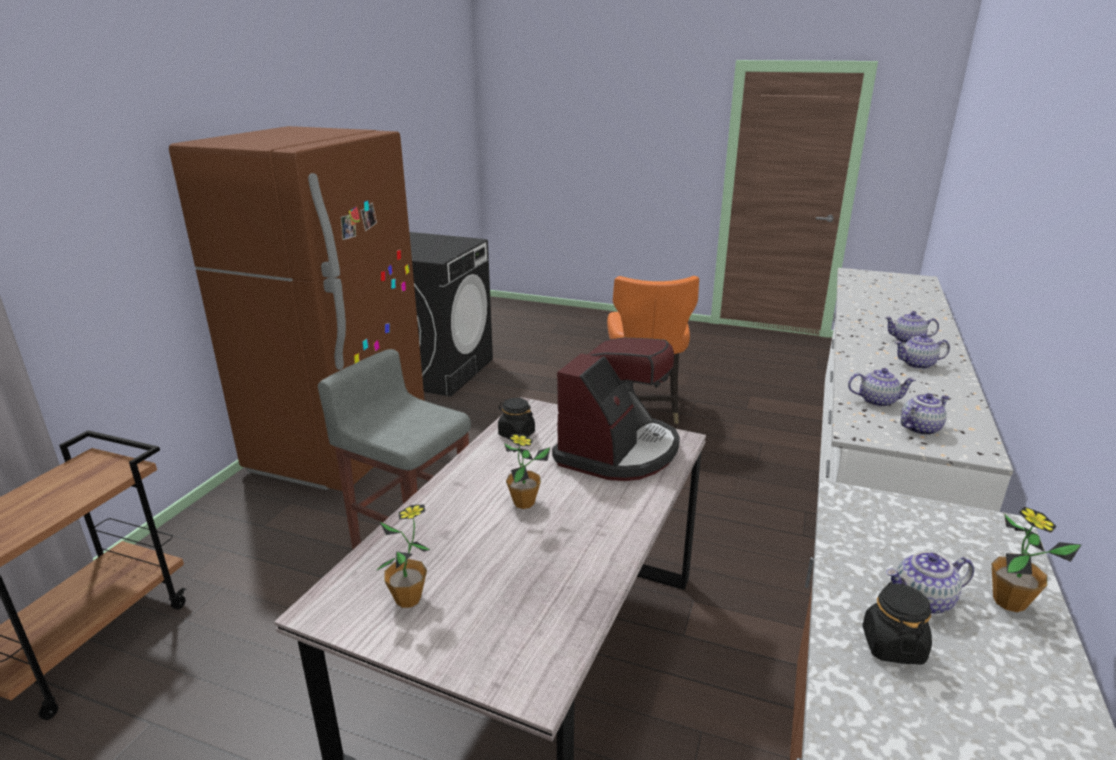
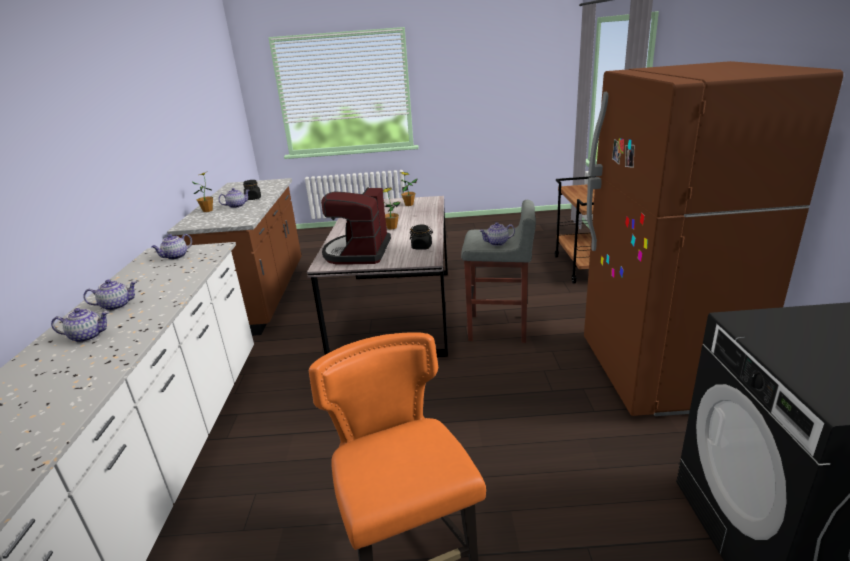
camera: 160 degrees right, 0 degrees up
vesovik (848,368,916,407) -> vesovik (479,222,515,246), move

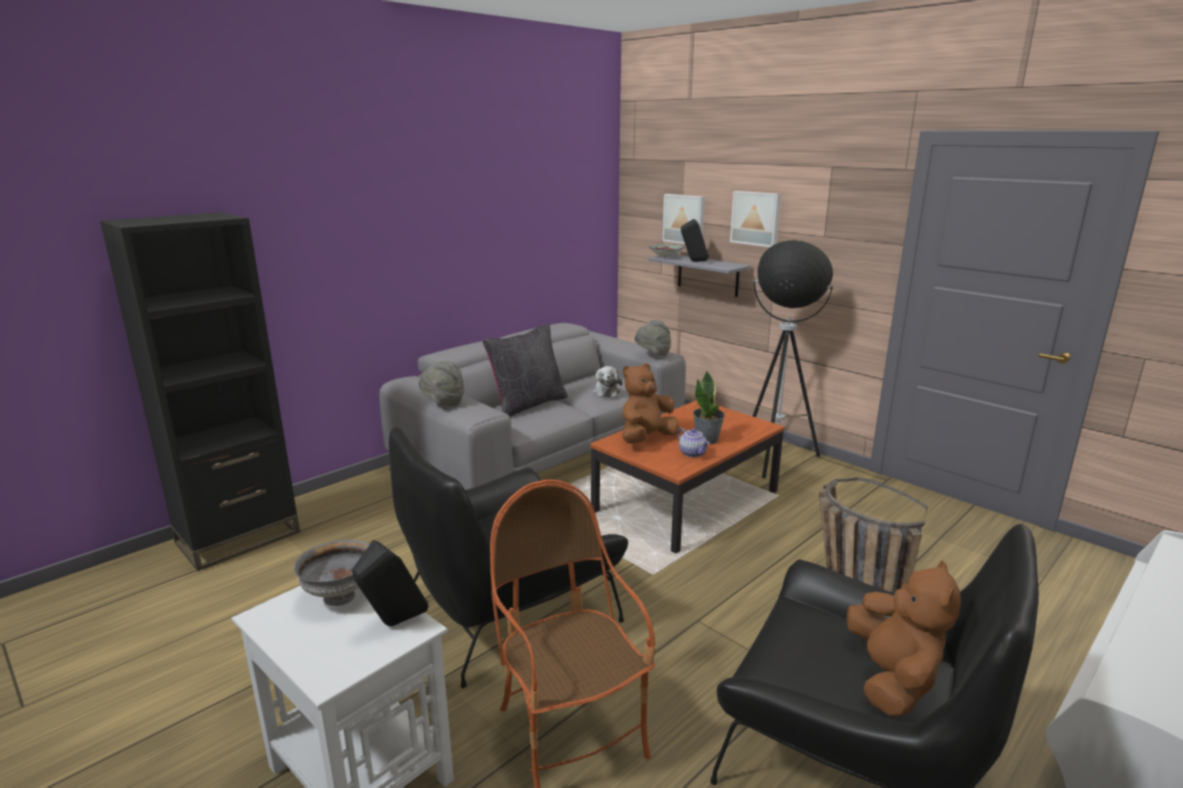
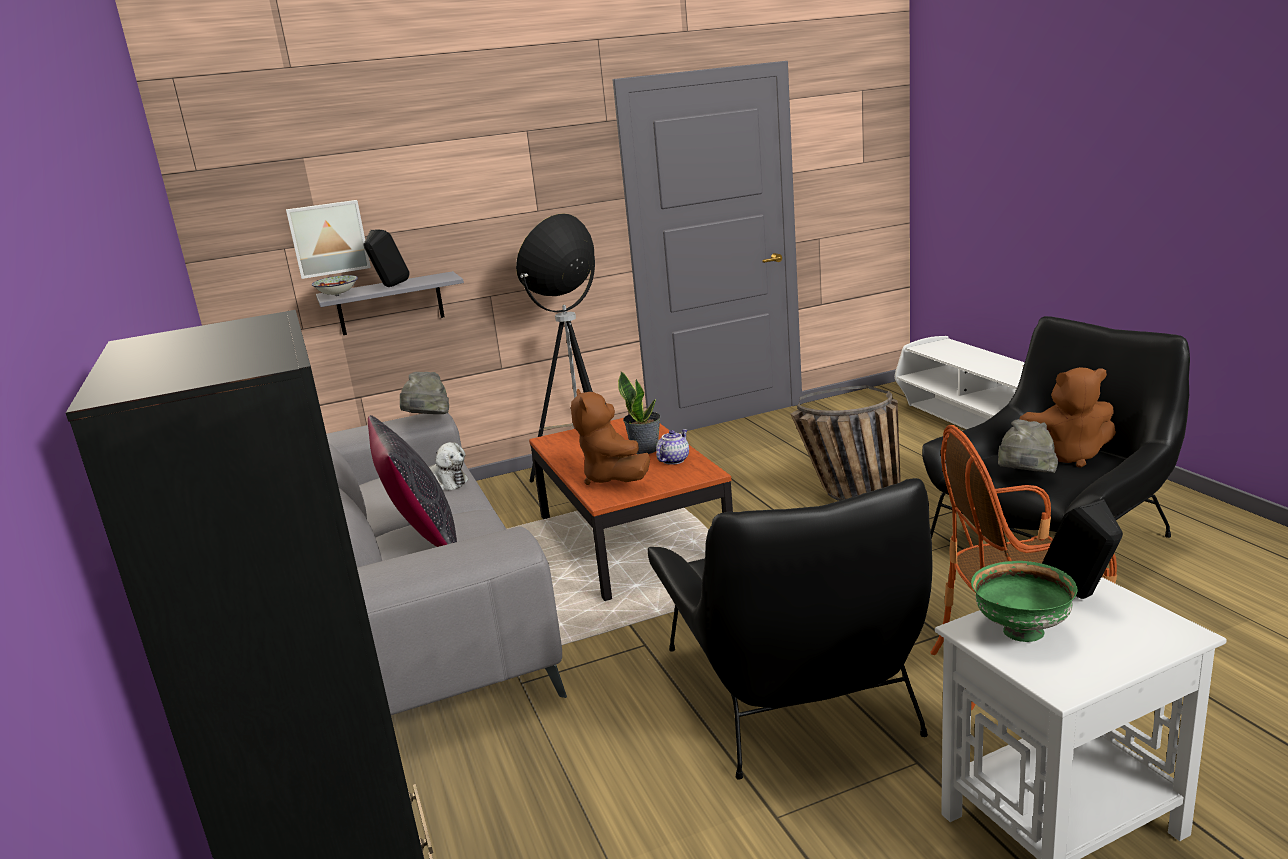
camera: 65 degrees left, 0 degrees up
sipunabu (730,191,781,247) -> none
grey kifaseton (419,361,464,406) -> grey kifaseton (998,419,1058,473), move
vesovik (678,428,710,457) -> vesovik (656,429,689,465), 45 degrees counterclockwise
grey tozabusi (294,540,369,606) -> green tozabusi (971,561,1078,642)
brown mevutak (847,560,961,717) -> brown mevutak (1020,367,1116,468), 150 degrees clockwise

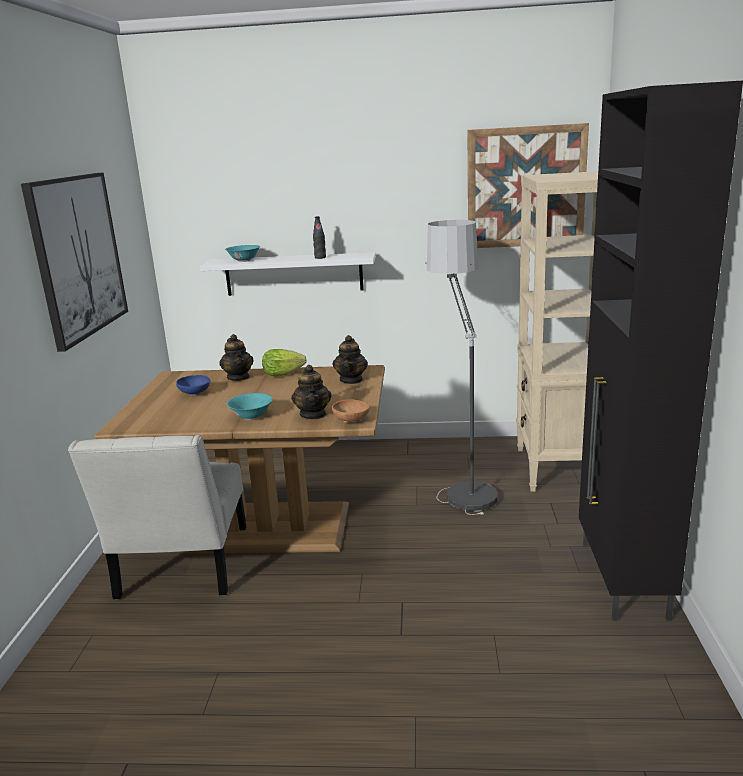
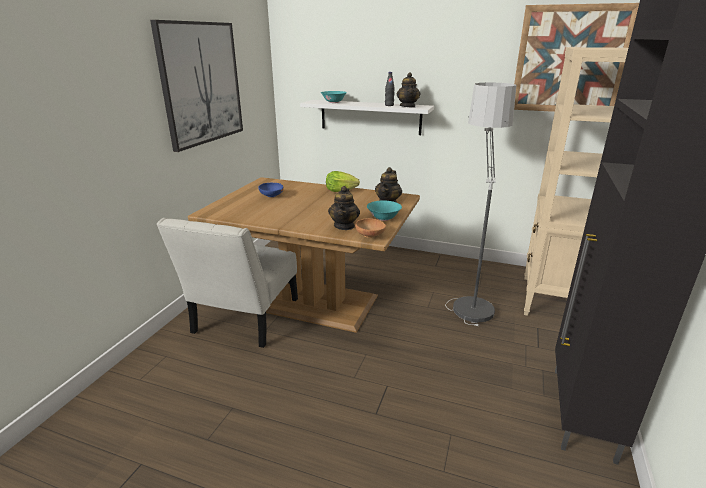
camera: 15 degrees right, 5 degrees up
vesovik (219,334,254,381) -> vesovik (396,72,420,107), move
turquoise tozabusi (227,393,273,420) -> turquoise tozabusi (367,200,402,221), move

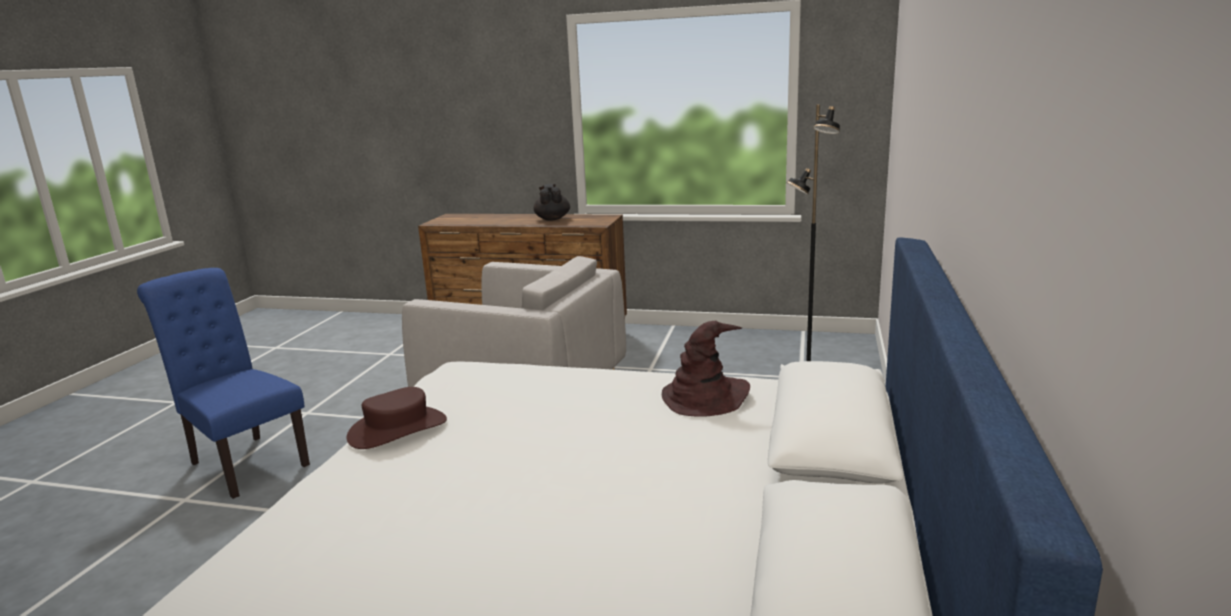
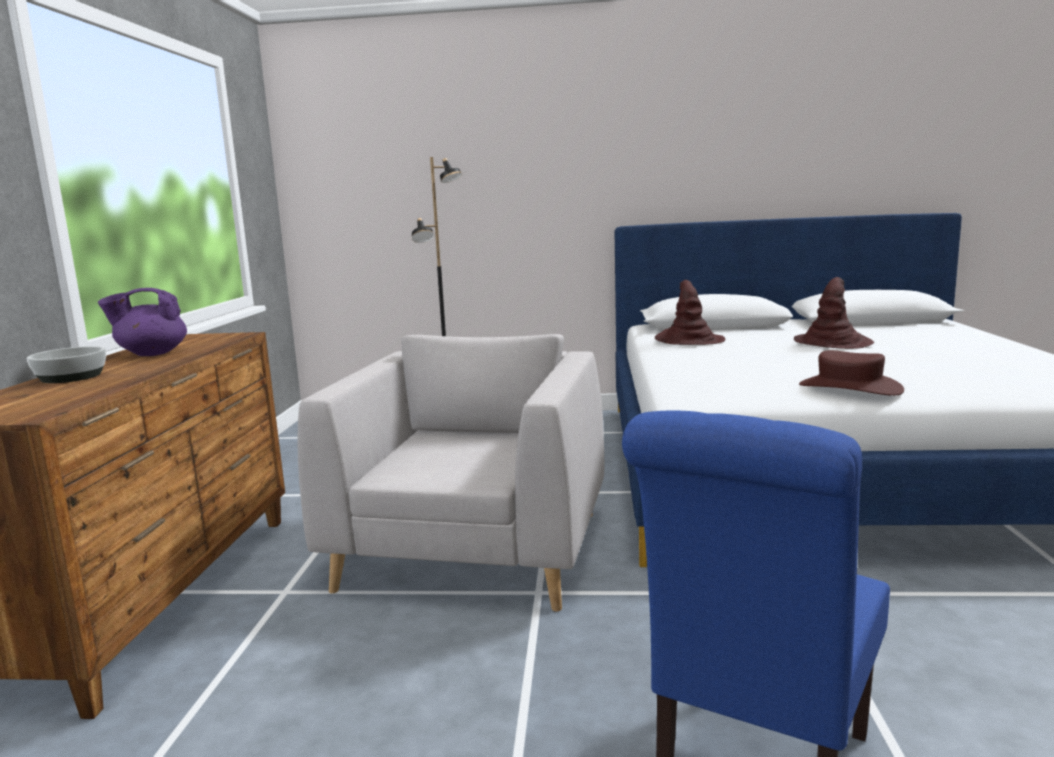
camera: 100 degrees left, 5 degrees down
black vesovik (533,184,570,221) -> purple vesovik (98,288,187,356)
none -> brown kifaseton (794,277,874,349)
none -> tozabusi (27,346,106,383)

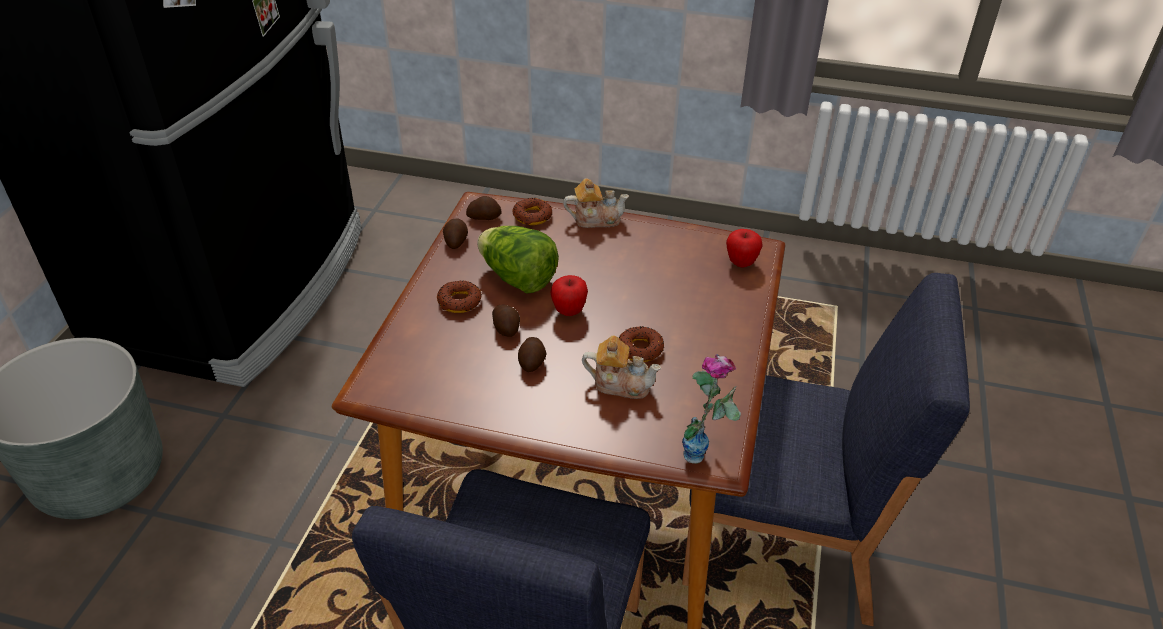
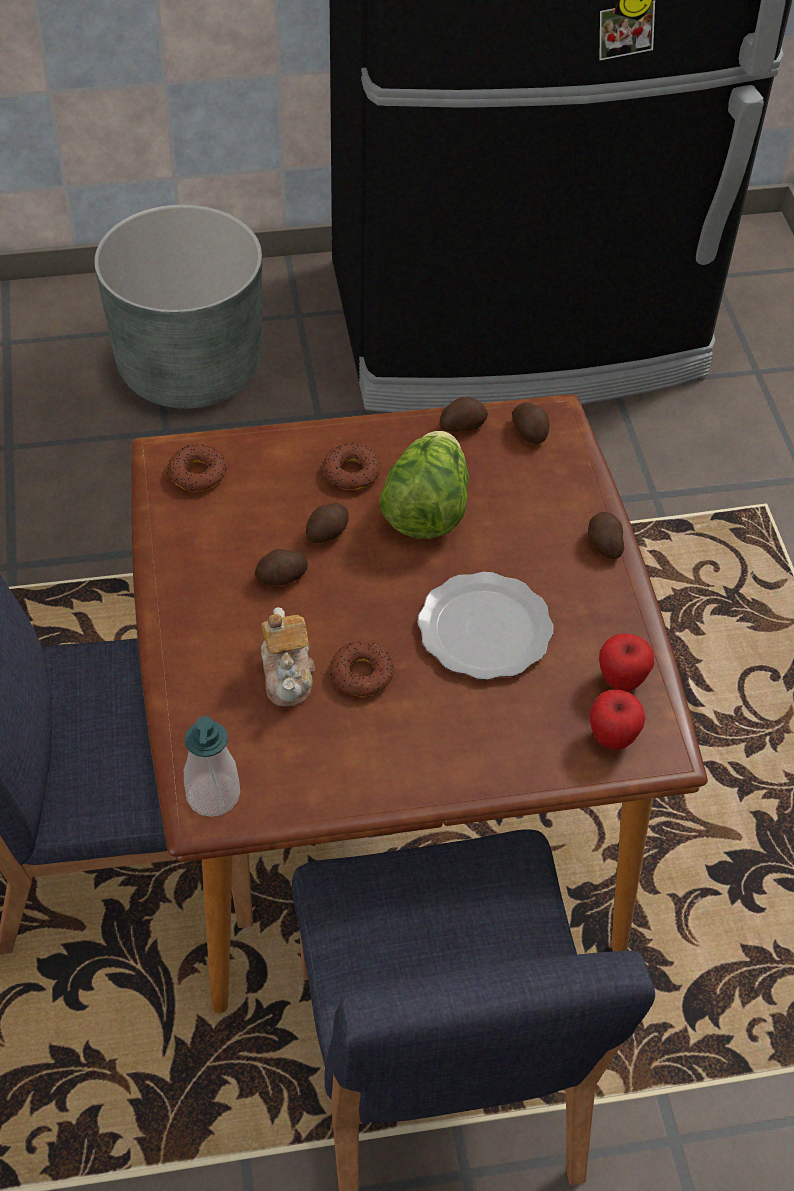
camera: 65 degrees right, 10 degrees up
vesovik (563,178,629,228) -> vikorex (588,512,624,559)
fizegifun (513,198,552,225) -> fizegifun (167,444,226,491), move
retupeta (550,275,588,316) -> retupeta (599,634,654,692), move
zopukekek (682,354,741,464) -> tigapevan (184,716,240,817)
none -> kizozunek (417,572,553,680)

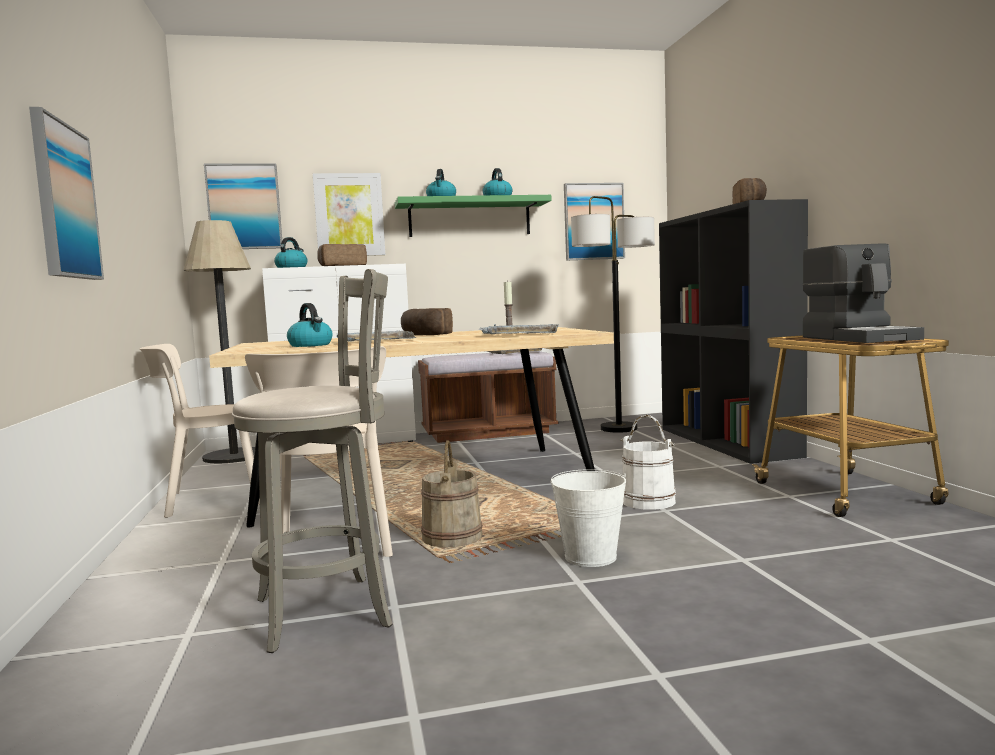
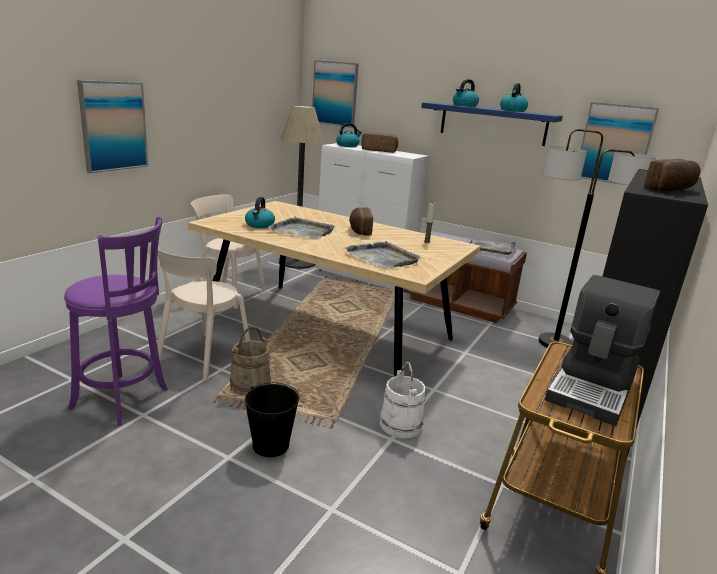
camera: 40 degrees right, 15 degrees up
sipunabu (313,173,385,256) -> none
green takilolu (395,195,552,237) -> blue takilolu (421,102,563,146)
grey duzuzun (232,269,393,653) -> purple duzuzun (64,216,168,426)
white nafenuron (550,469,626,567) -> black nafenuron (245,383,300,457)

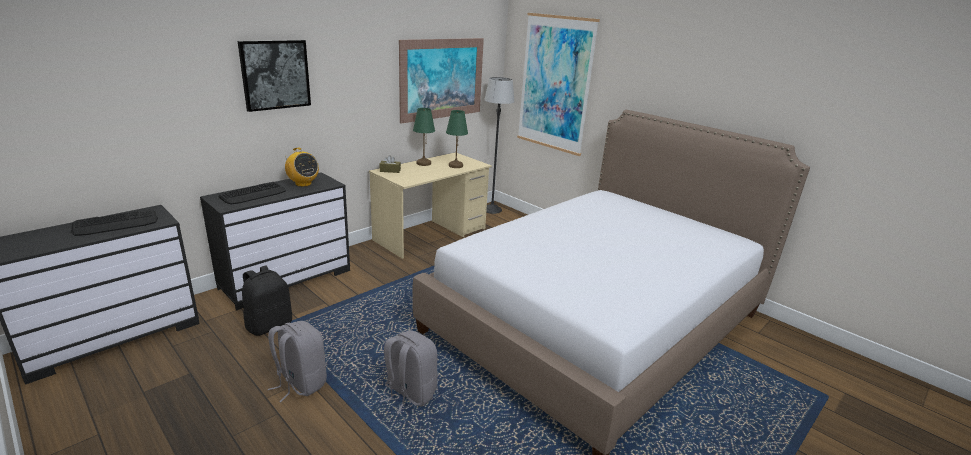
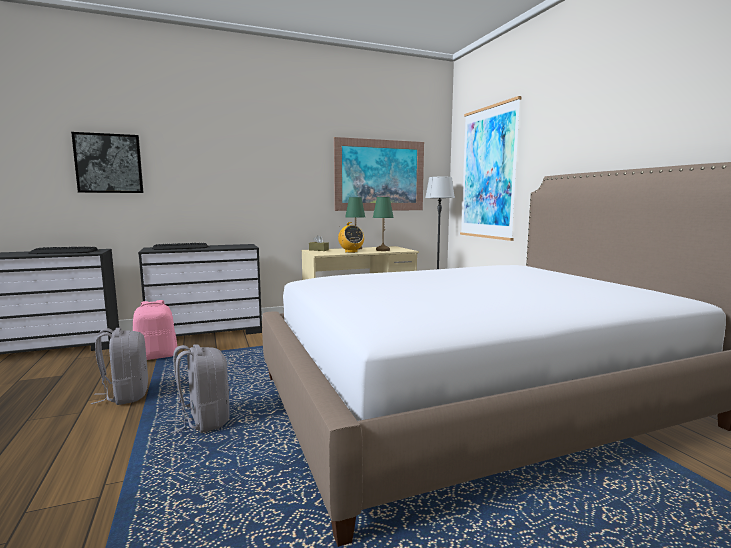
camera: 25 degrees right, 15 degrees down
sipunabu (238,40,311,112) -> sipunabu (71,132,144,193), move
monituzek (285,147,319,187) -> monituzek (338,222,364,253), move
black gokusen (242,265,292,336) -> pink gokusen (133,300,177,360)

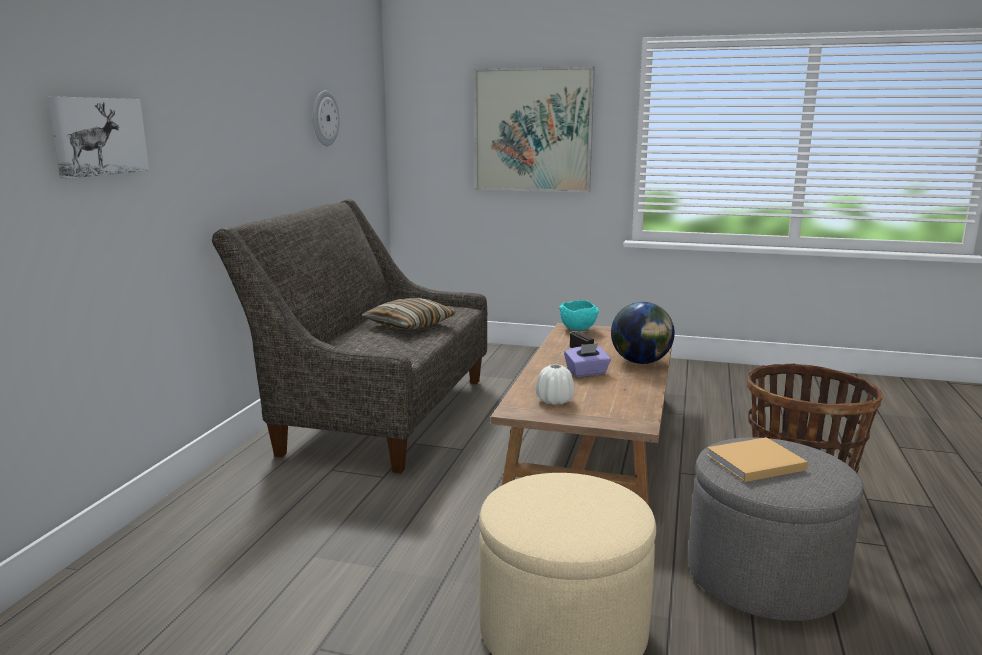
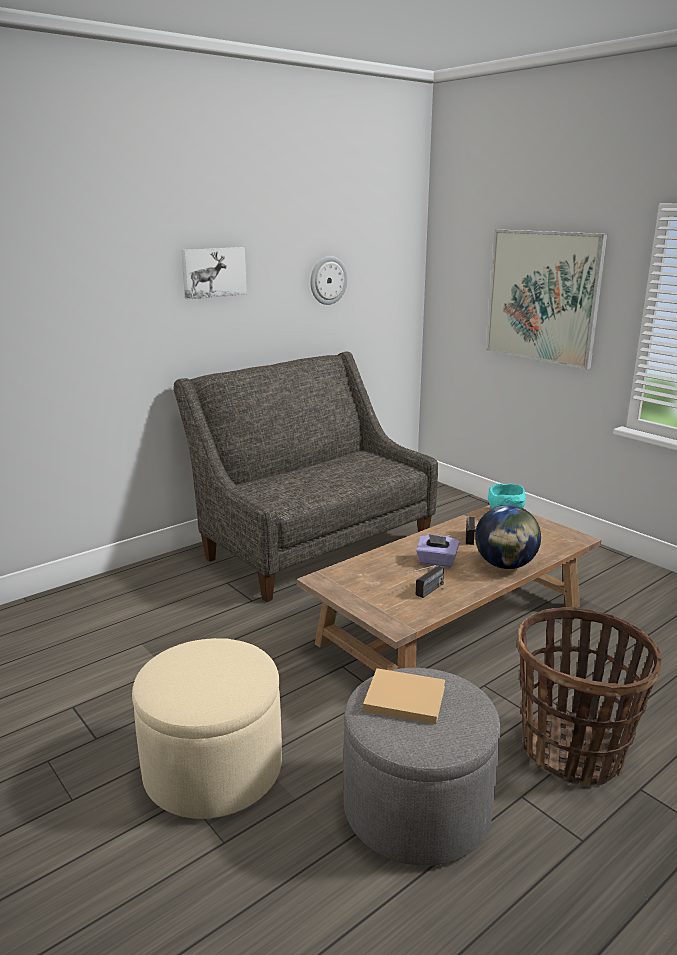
camera: 35 degrees right, 5 degrees up
sipunabu (47,97,149,178) -> sipunabu (181,247,247,300), move
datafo (362,298,456,330) -> none
white zopukekek (536,364,574,405) -> none
none -> monituzek (408,565,444,598)

